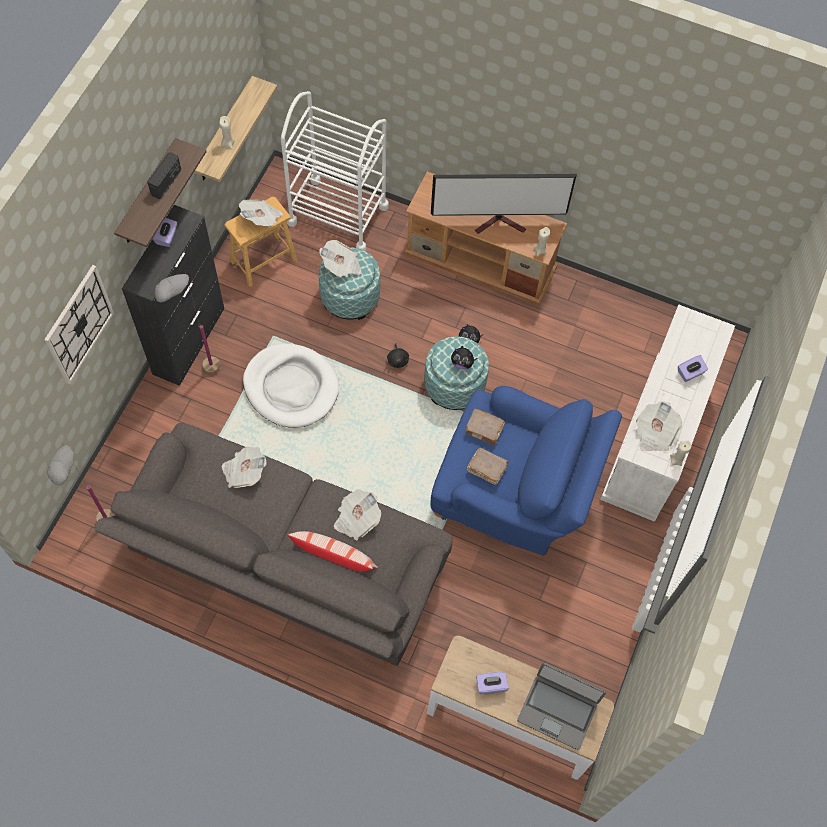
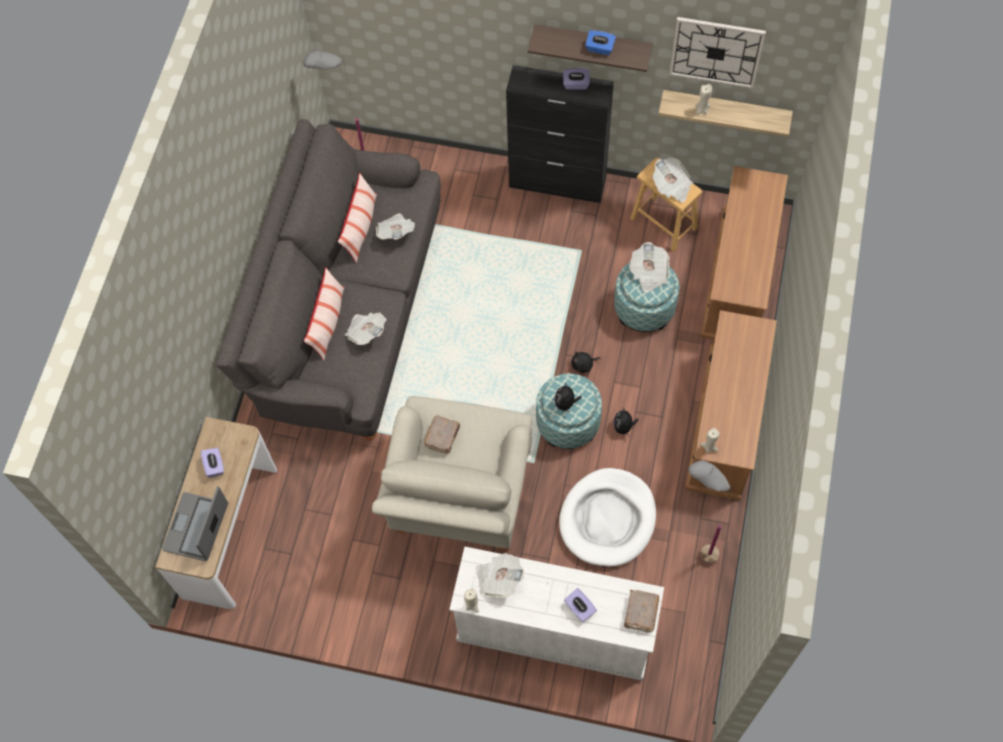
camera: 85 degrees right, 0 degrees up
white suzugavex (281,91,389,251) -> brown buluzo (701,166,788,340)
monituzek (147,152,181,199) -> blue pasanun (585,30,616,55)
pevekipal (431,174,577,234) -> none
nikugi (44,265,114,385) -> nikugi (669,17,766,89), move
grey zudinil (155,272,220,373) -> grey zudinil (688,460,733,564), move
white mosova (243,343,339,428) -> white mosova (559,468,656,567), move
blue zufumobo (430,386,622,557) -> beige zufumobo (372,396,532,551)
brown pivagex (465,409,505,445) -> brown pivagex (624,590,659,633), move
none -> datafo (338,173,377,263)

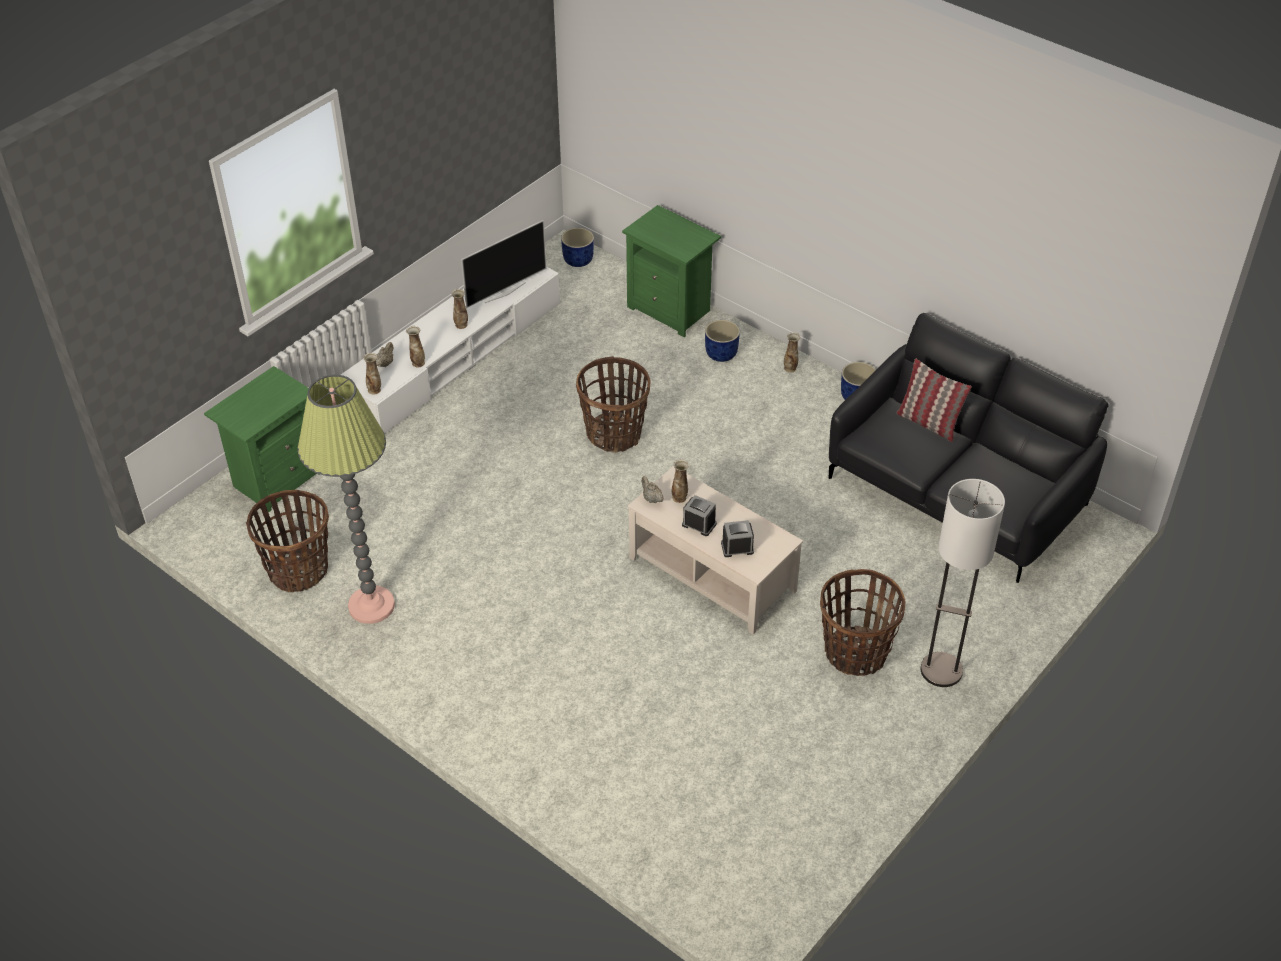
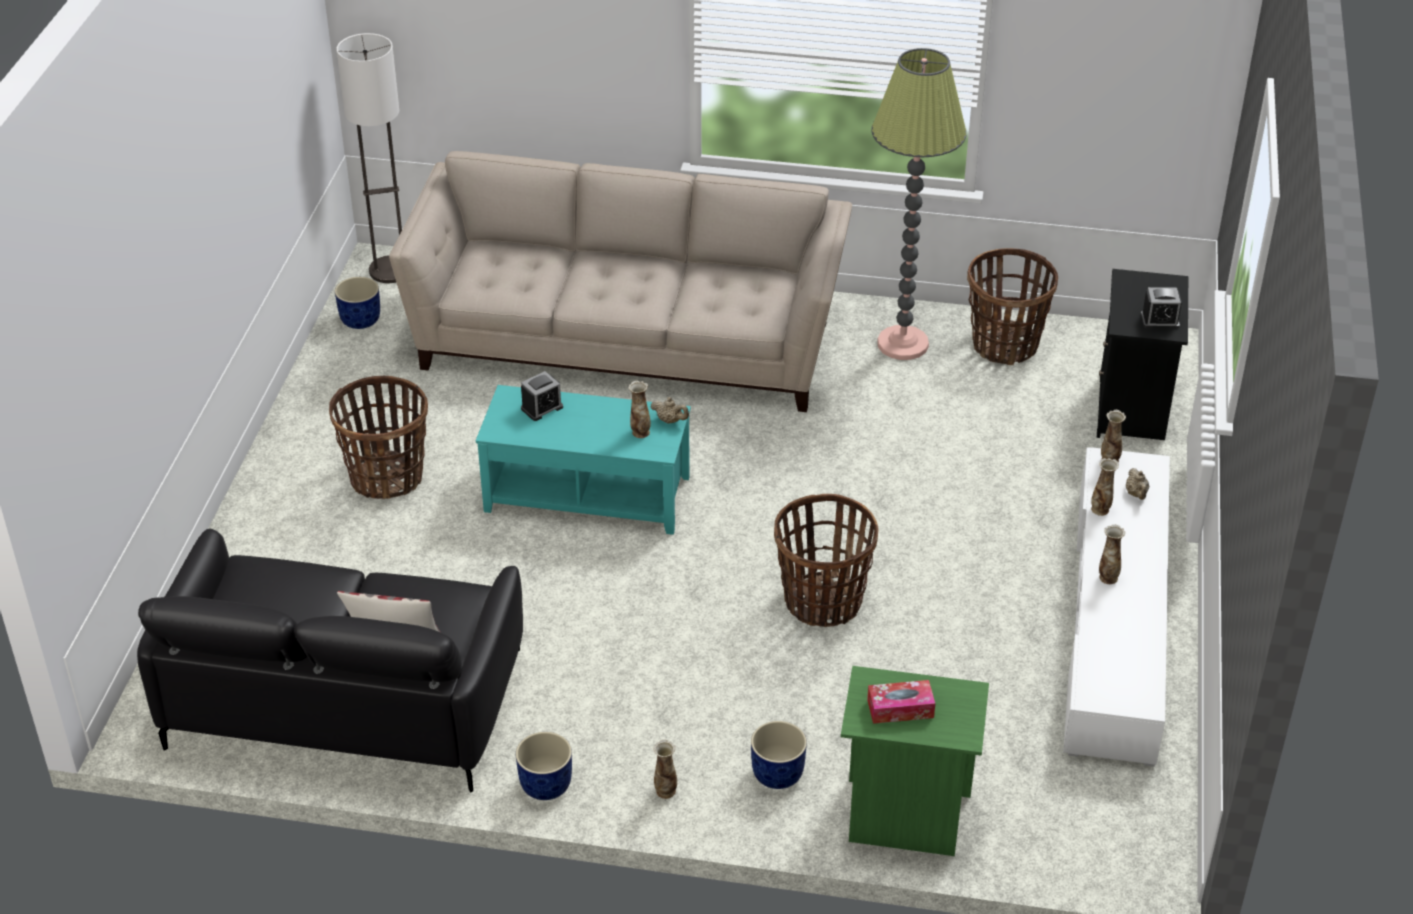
camera: 150 degrees right, 5 degrees down
pevekipal (461,220,547,308) -> none
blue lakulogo (561,228,594,267) -> blue lakulogo (335,277,380,329), move
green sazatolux (204,366,320,513) -> black sazatolux (1097,269,1188,440)
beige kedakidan (628,466,803,635) -> turquoise kedakidan (476,385,691,535)
zudinil (921,479,1005,687) -> zudinil (336,33,402,283), move
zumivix (682,495,717,536) -> zumivix (1141,287,1182,329), move
none -> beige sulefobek (389,151,852,412)
none -> pasanun (867,680,935,724)

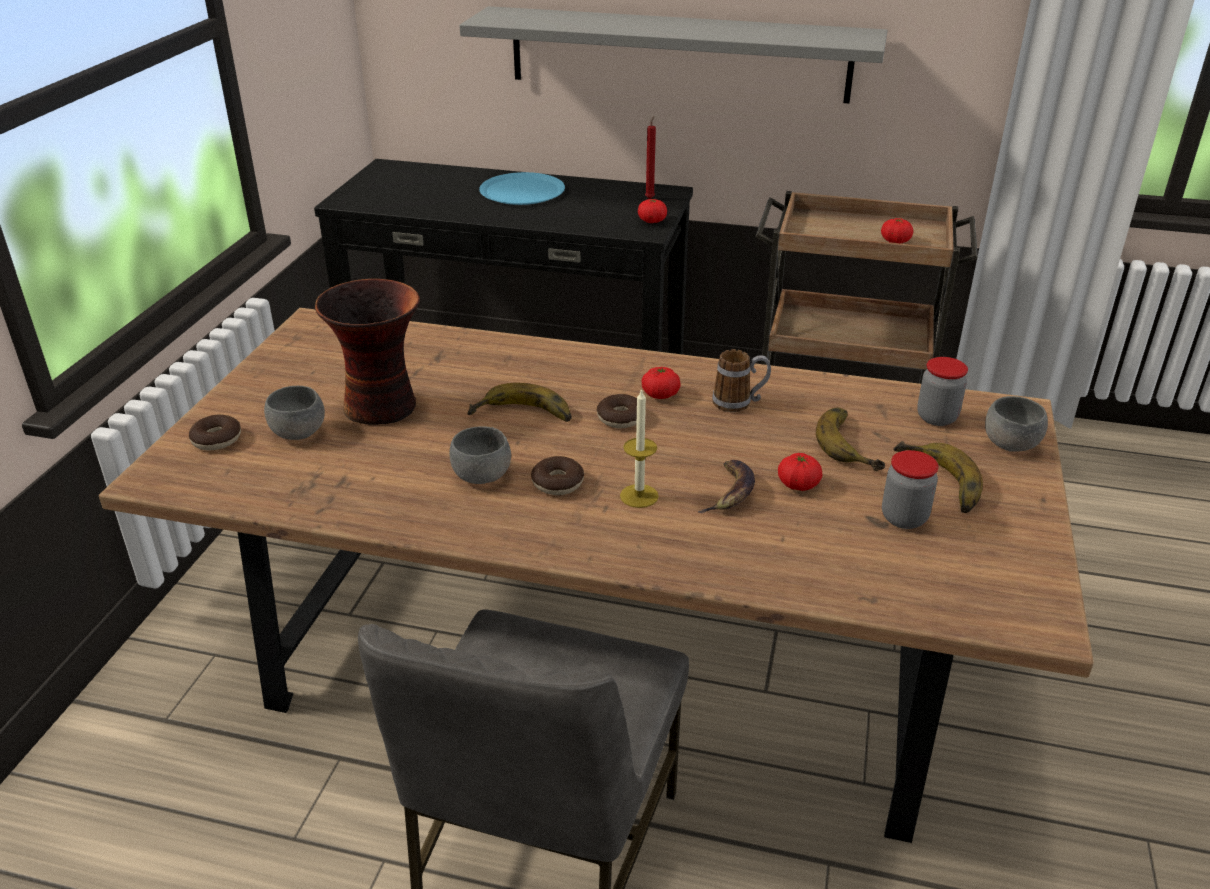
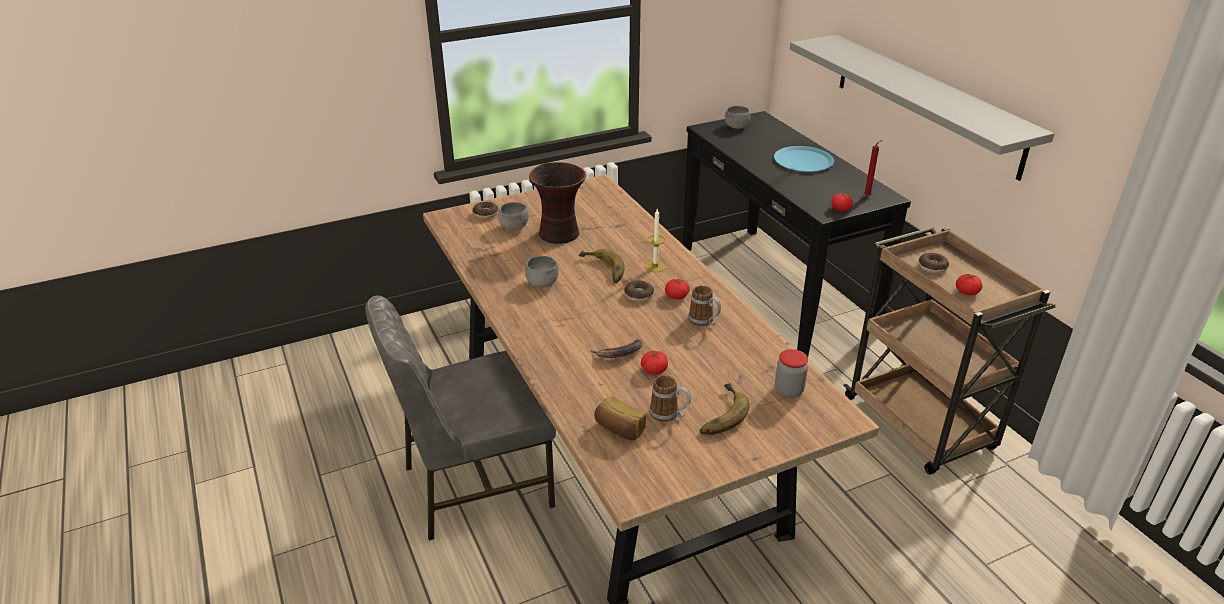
camera: 50 degrees right, 0 degrees up
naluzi (620,388,659,508) -> naluzi (645,209,666,272), move
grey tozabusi (985,396,1048,452) -> grey tozabusi (725,106,750,129), move
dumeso (816,408,885,471) -> none
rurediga (882,450,939,529) -> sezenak (649,375,691,422)
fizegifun (531,456,584,495) -> fizegifun (918,253,949,273), move
none -> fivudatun (594,396,646,441)

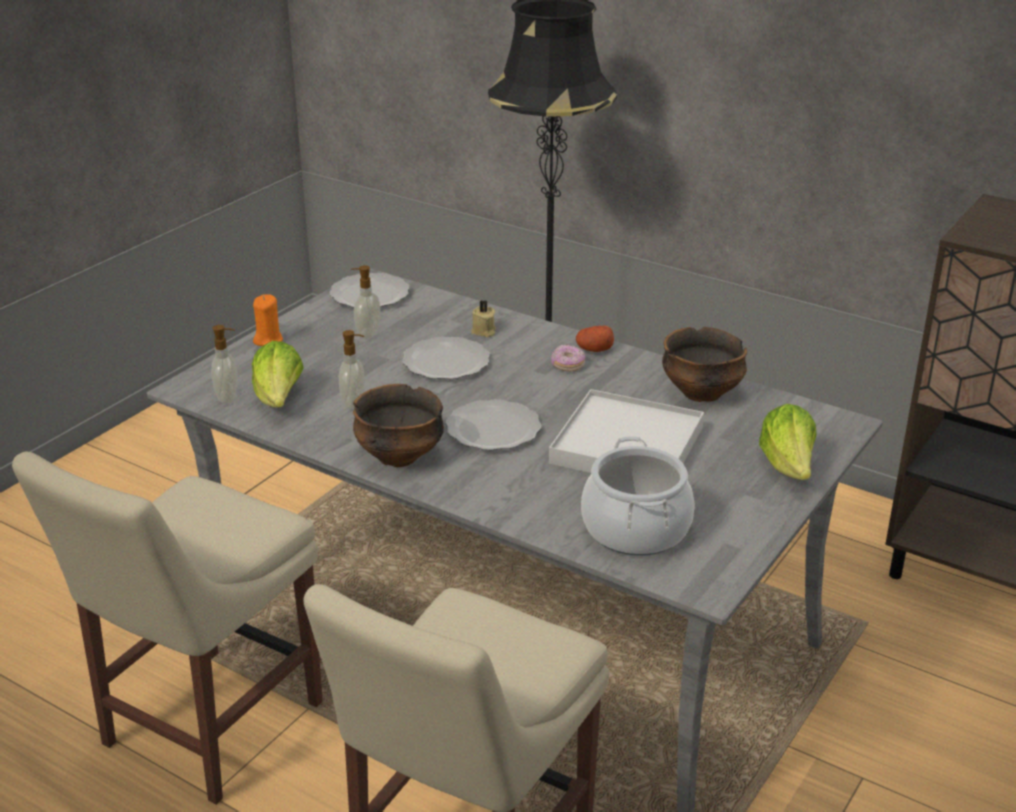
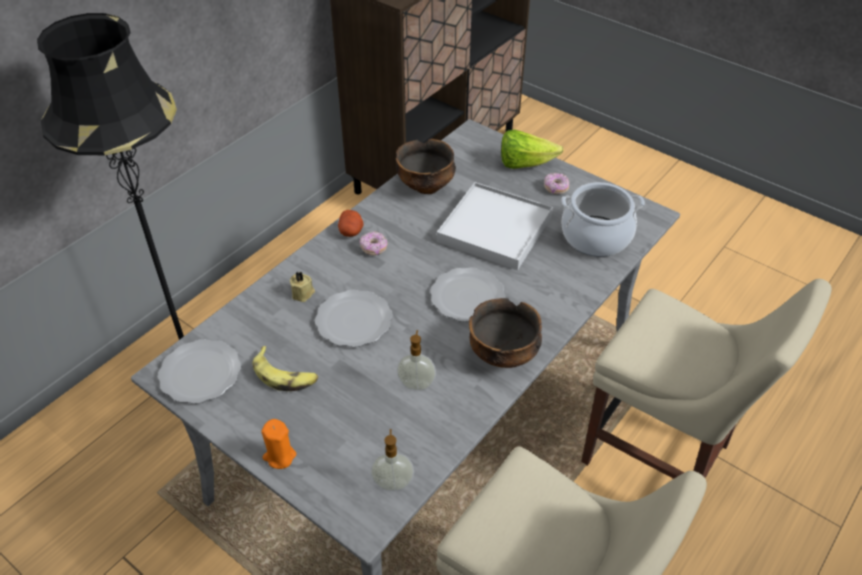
camera: 85 degrees left, 15 degrees up
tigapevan (351,265,380,339) -> dumeso (253,346,318,391)
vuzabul (252,341,304,408) -> none
none -> fizegifun (544,173,569,194)

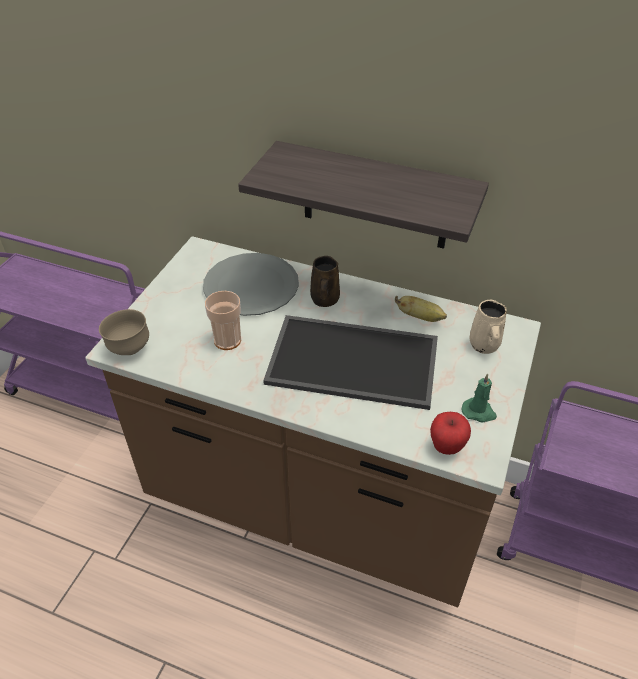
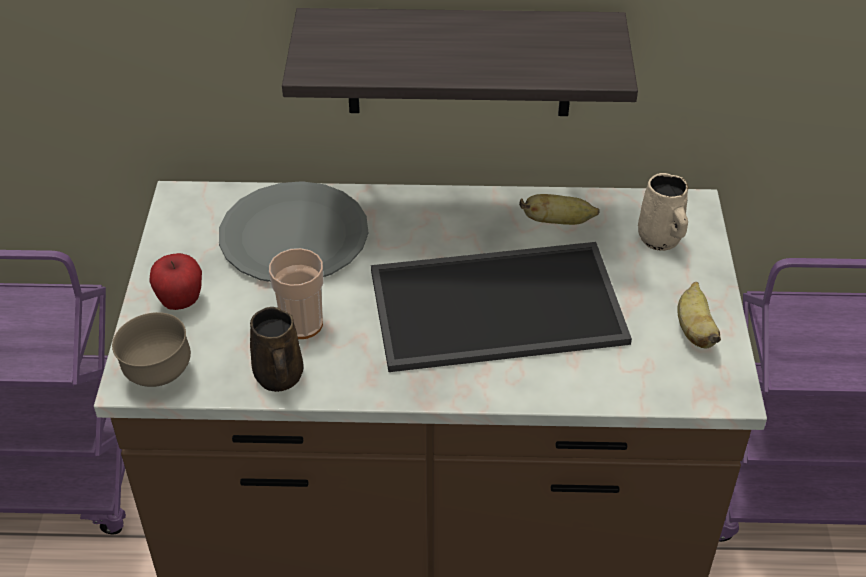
camera: 20 degrees left, 0 degrees up
brown sezenak (310,256,340,307) -> brown sezenak (250,307,304,392), move
green naluzi (461,374,497,422) -> dumeso (677,282,721,349)
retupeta (430,412,471,455) -> retupeta (149,253,202,310), move

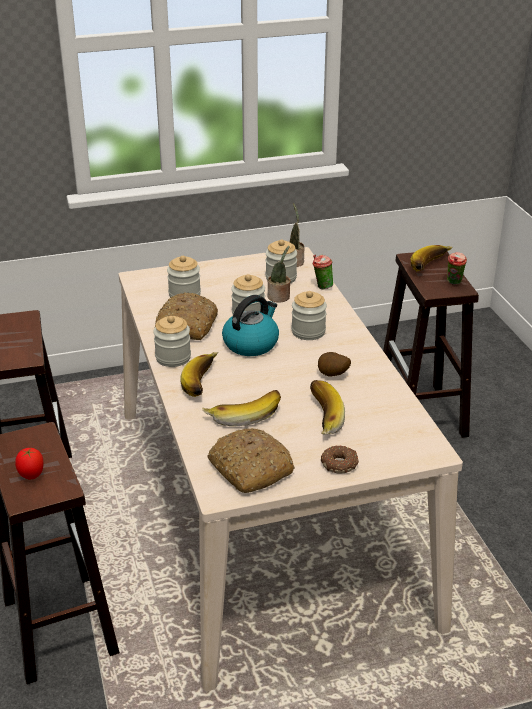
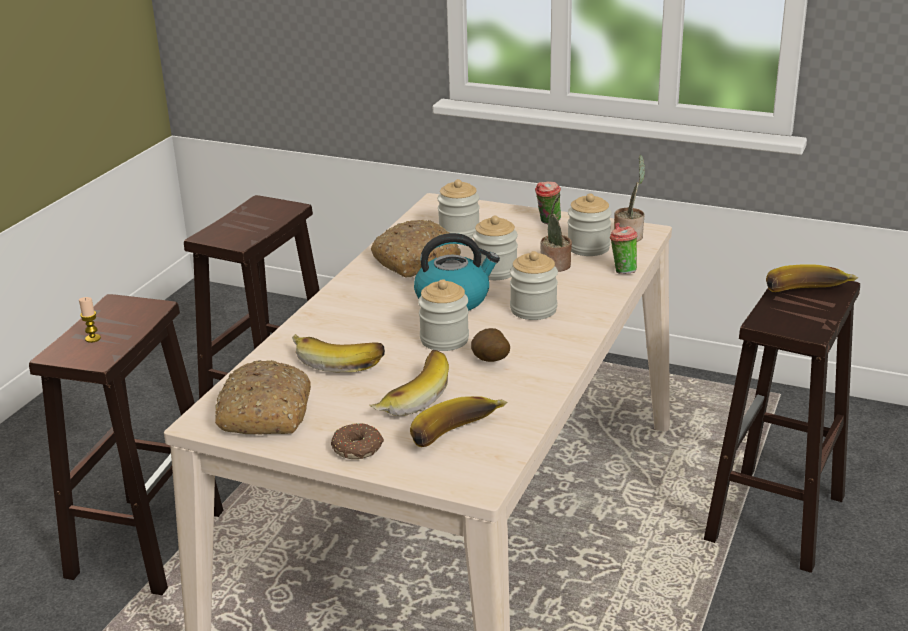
camera: 40 degrees right, 5 degrees down
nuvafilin (447,252,467,285) -> nuvafilin (535,182,561,225), move
rurediga (153,316,191,367) -> rurediga (418,279,469,351), move
dumeso (180,352,218,397) -> dumeso (410,396,508,447), move
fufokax (15,448,44,479) -> naluzi (79,297,101,343)

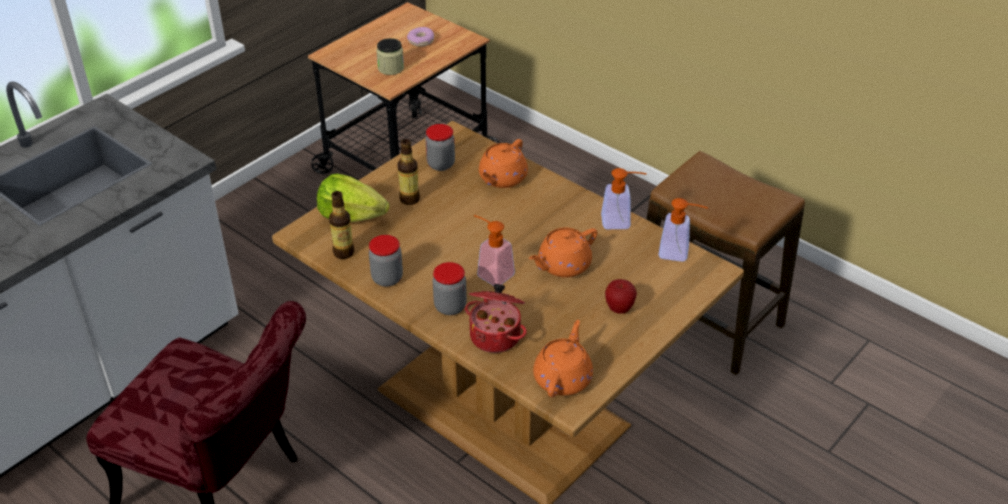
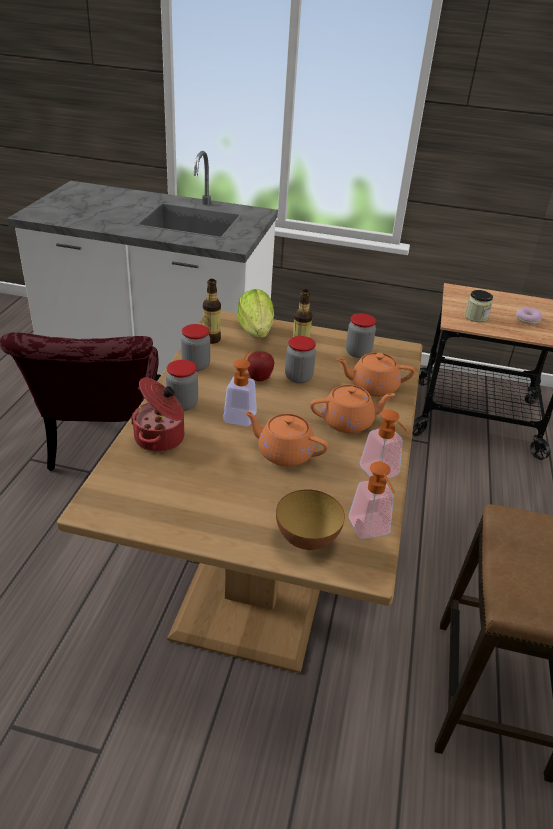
camera: 60 degrees right, 5 degrees down
retupeta (605,279,637,314) -> retupeta (247,351,274,381), move
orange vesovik (533,320,593,397) -> orange vesovik (310,385,396,433), move
none -> rurediga (285,336,316,384)
none -> tozabusi (276,489,345,550)

